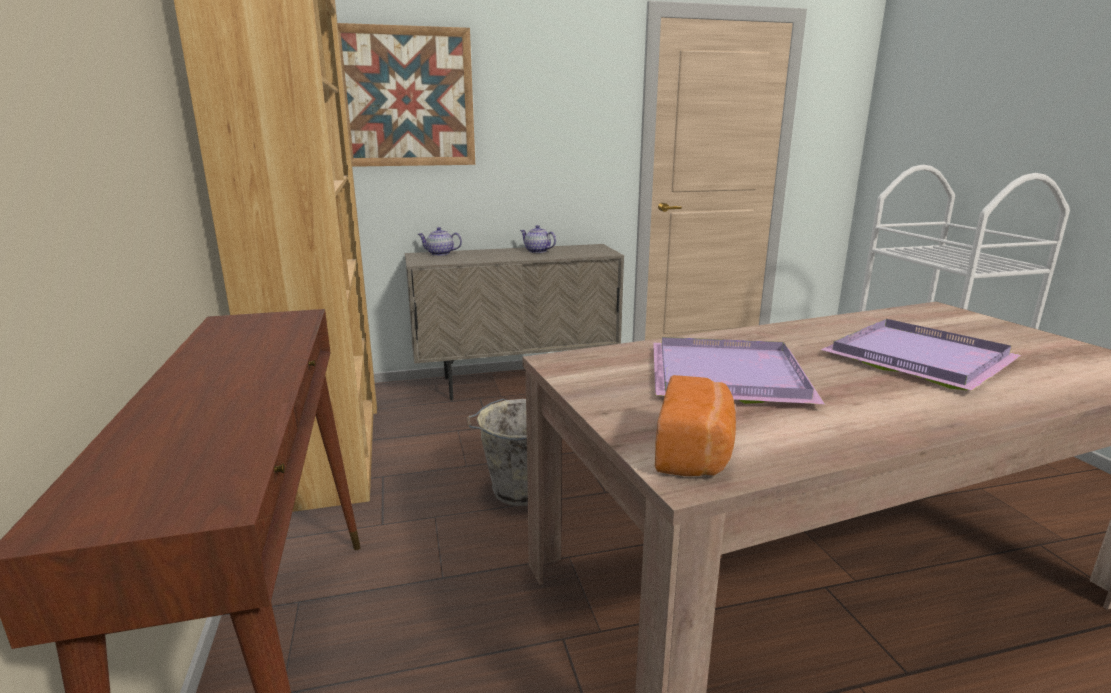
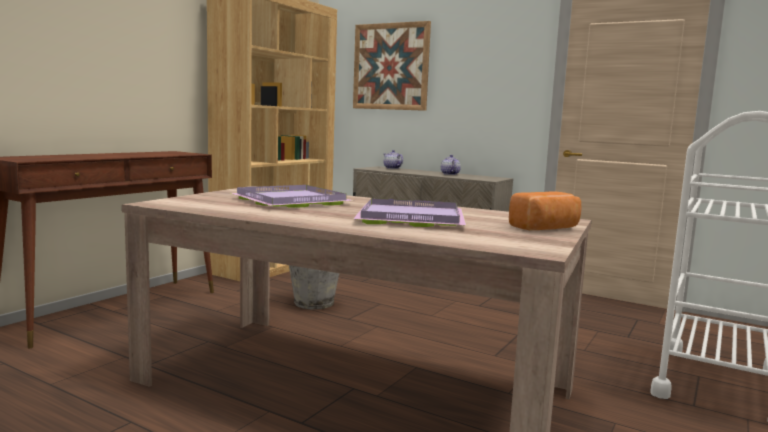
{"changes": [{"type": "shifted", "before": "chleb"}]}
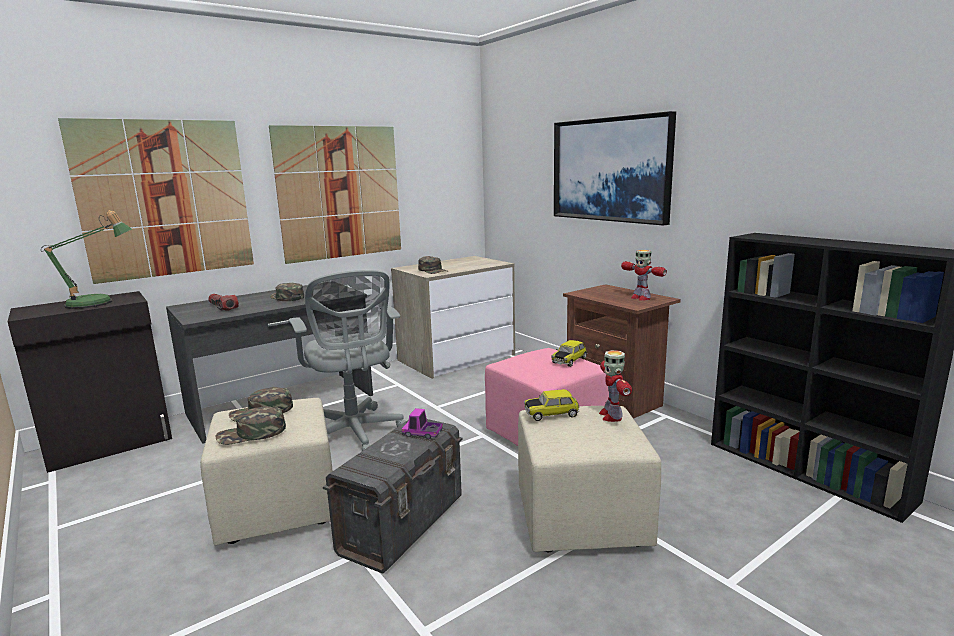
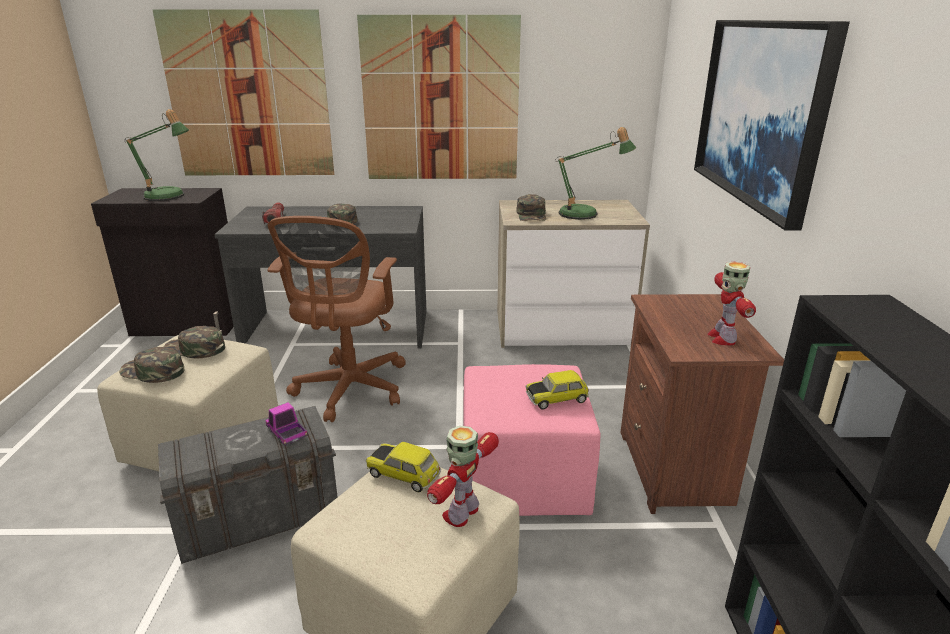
{"changes": [{"type": "repainted", "before": "krzesło biurowe/szary", "after": "krzesło biurowe/brązowy"}, {"type": "new", "after": "lampa stołowa (no. 2 from left)"}]}
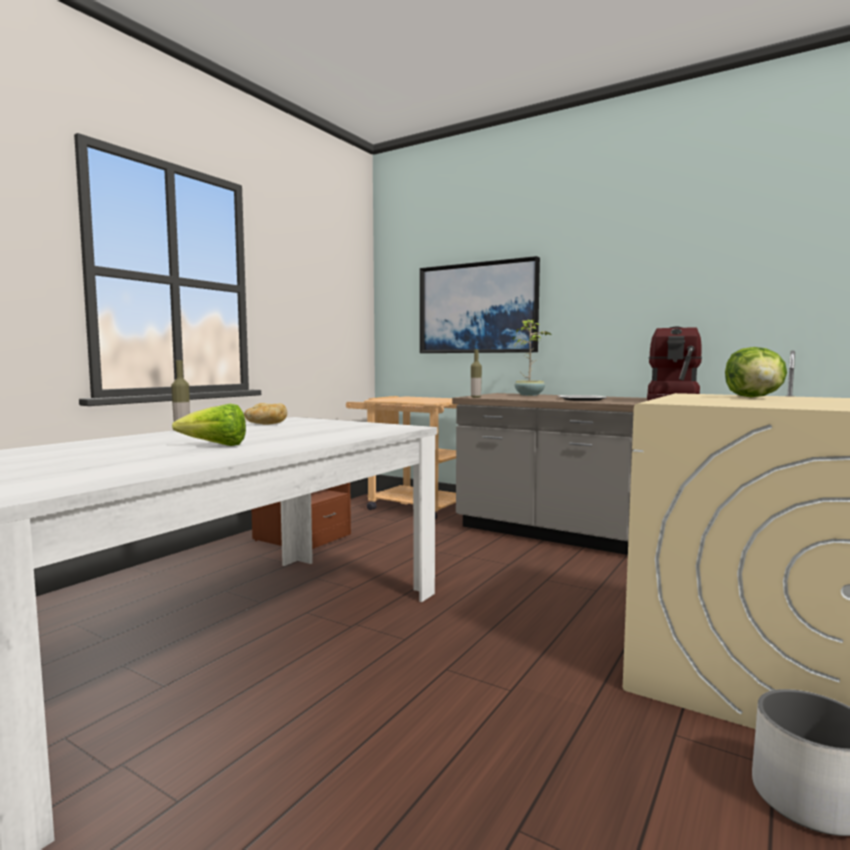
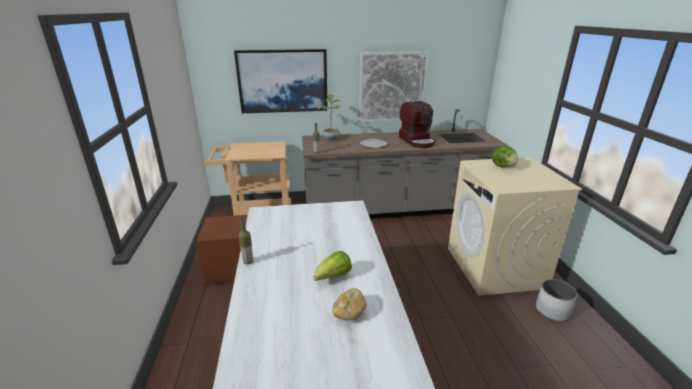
{"changes": [{"type": "shifted", "before": "chleb"}, {"type": "new", "after": "obraz (no. 2 from left)"}]}
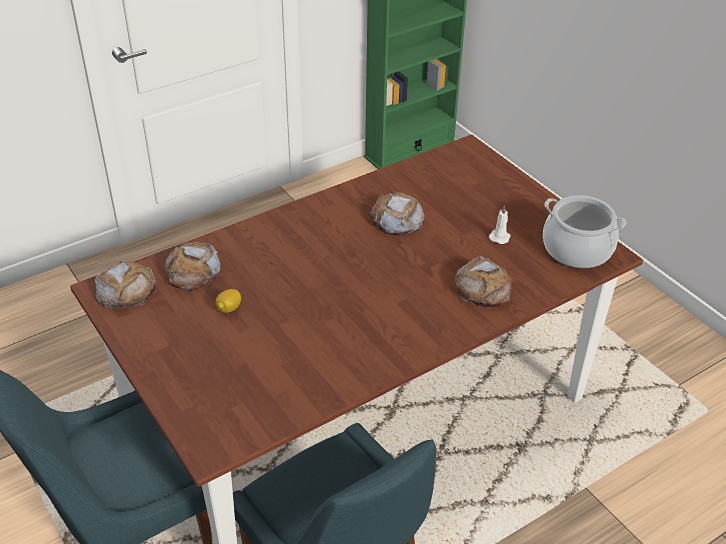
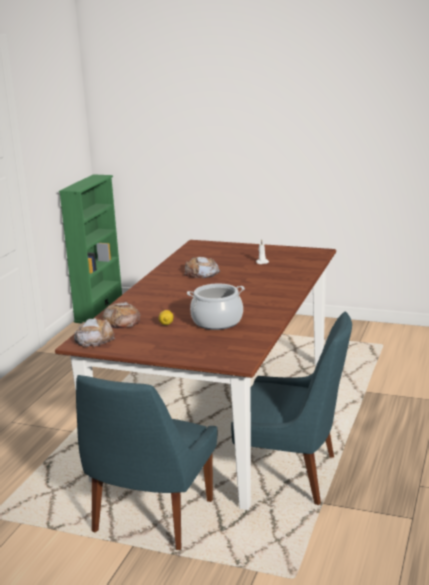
{"changes": [{"type": "gone", "before": "chleb (no. 4 from left)"}, {"type": "shifted", "before": "garnek"}]}
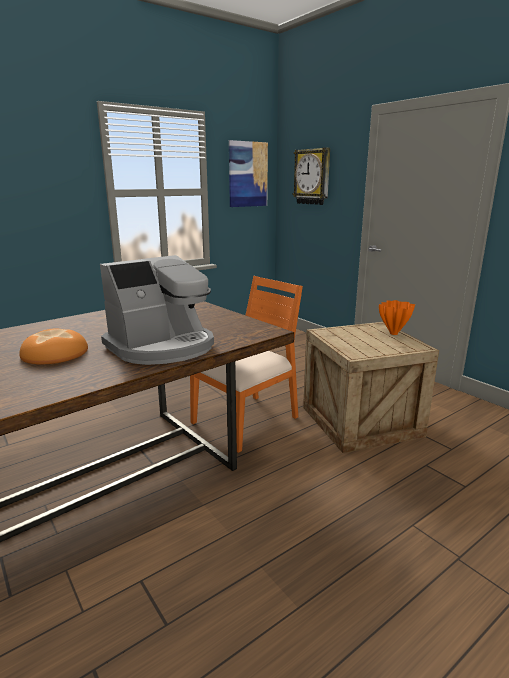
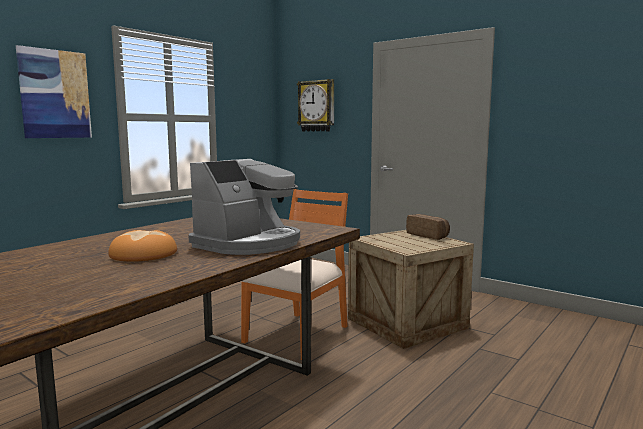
{"changes": [{"type": "shifted", "before": "obraz"}, {"type": "swapped", "before": "wazon/pomarańczowy", "after": "chleb (no. 2 from left)"}]}
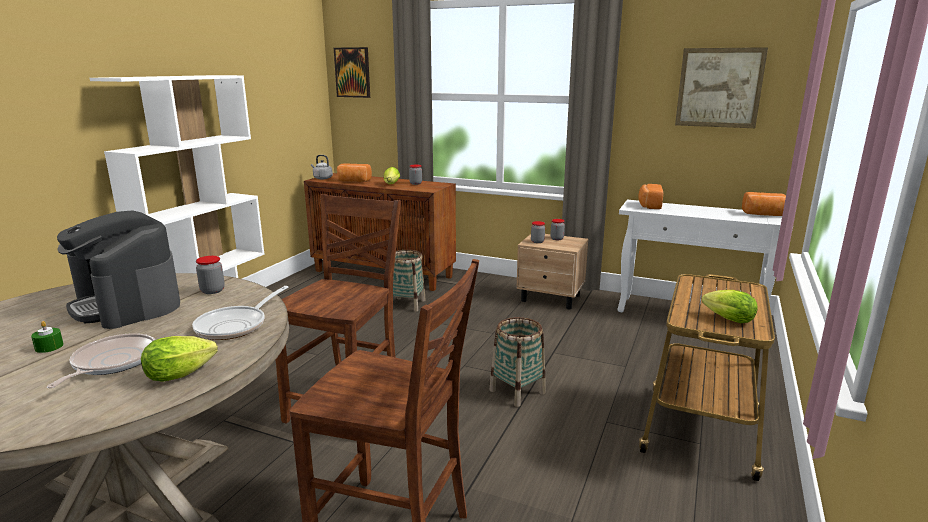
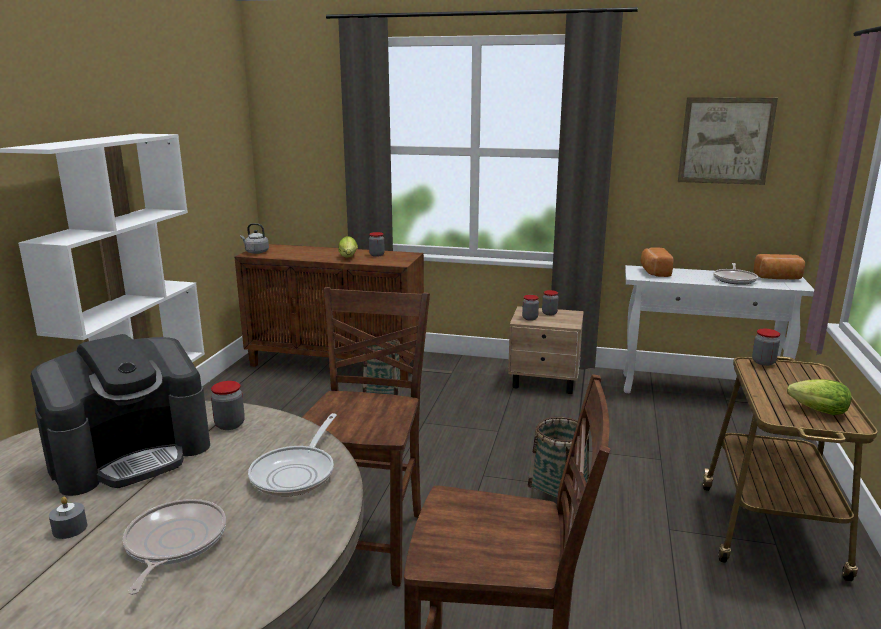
{"changes": [{"type": "repainted", "before": "świeca/zielony", "after": "świeca/szary"}, {"type": "rotated", "before": "ekspres do kawy", "turn": -75}, {"type": "gone", "before": "sałata (no. 1 from left)"}, {"type": "gone", "before": "obraz (no. 1 from left)"}, {"type": "gone", "before": "chleb (no. 1 from left)"}, {"type": "new", "after": "patelnia (no. 3 from left)"}, {"type": "new", "after": "słoik (no. 5 from left)"}]}
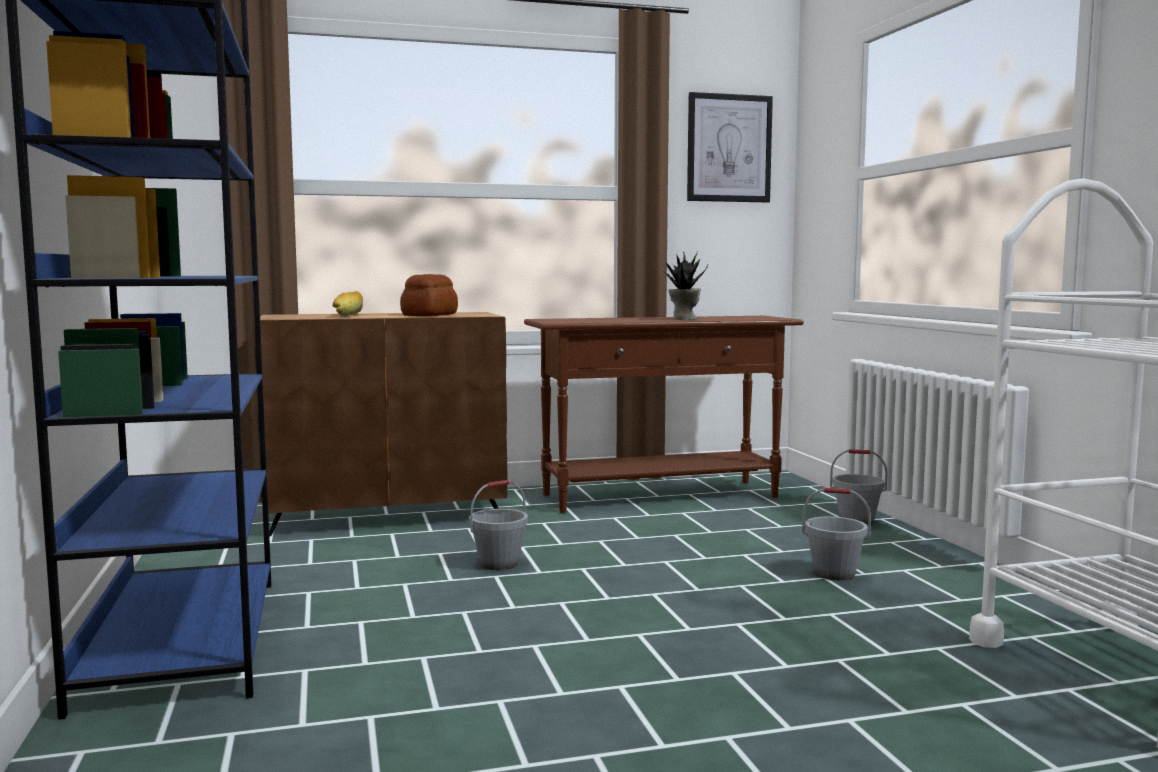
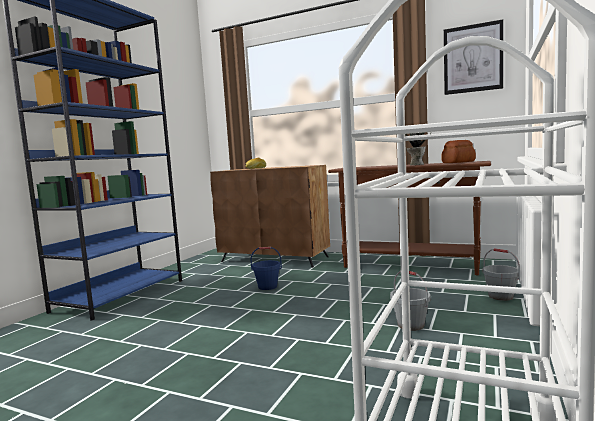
{"changes": [{"type": "shifted", "before": "chleb (no. 2 from left)"}, {"type": "repainted", "before": "wiadro/szary (no. 1 from left)", "after": "wiadro/niebieski"}]}
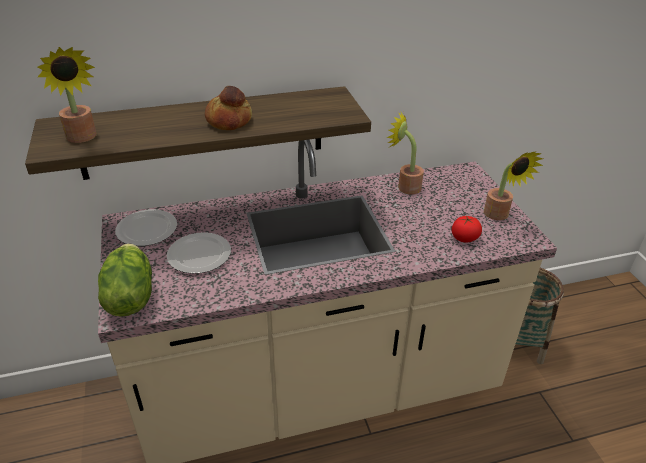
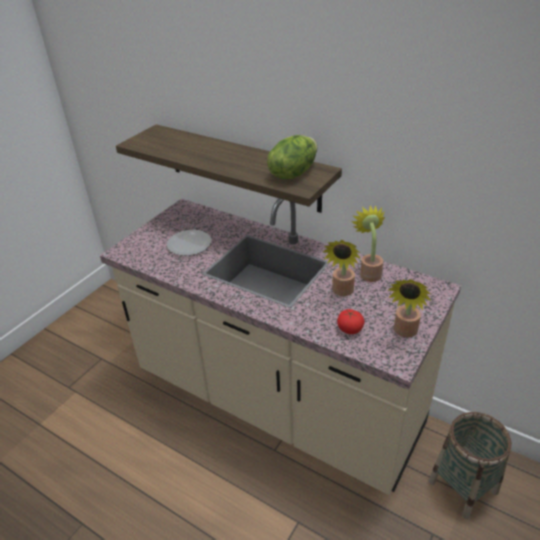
{"changes": [{"type": "shifted", "before": "roślina doniczkowa (no. 1 from left)"}, {"type": "shifted", "before": "sałata"}, {"type": "gone", "before": "talerz (no. 1 from left)"}, {"type": "gone", "before": "chleb"}]}
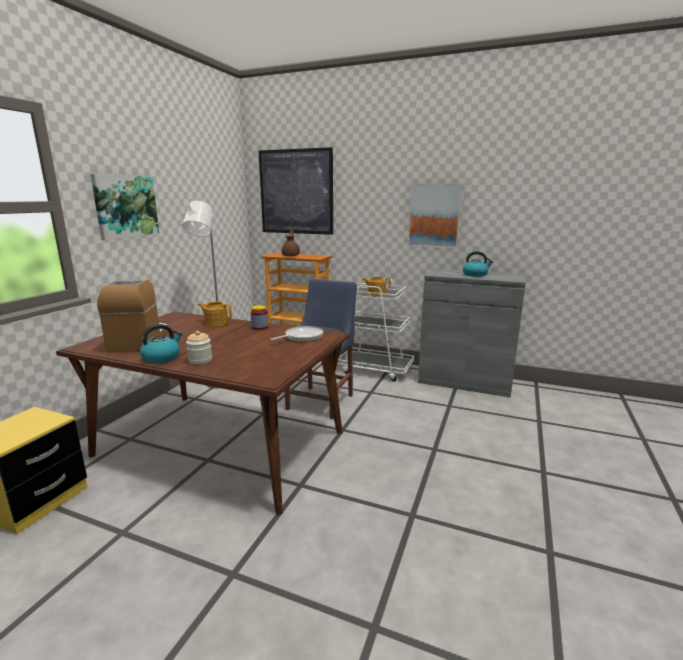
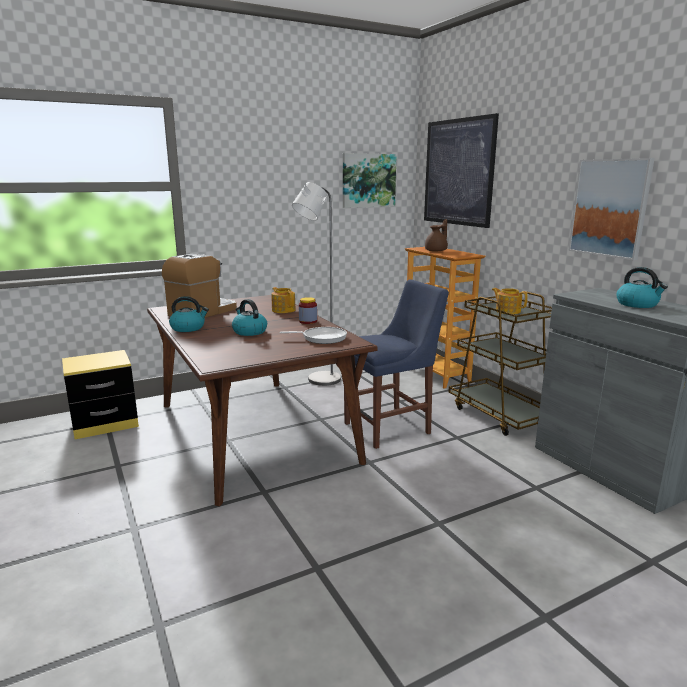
{"changes": [{"type": "shifted", "before": "obraz (no. 1 from left)"}, {"type": "gone", "before": "słoik (no. 1 from left)"}, {"type": "repainted", "before": "wózek/biały", "after": "wózek/brązowy"}, {"type": "new", "after": "czajnik (no. 2 from left)"}]}
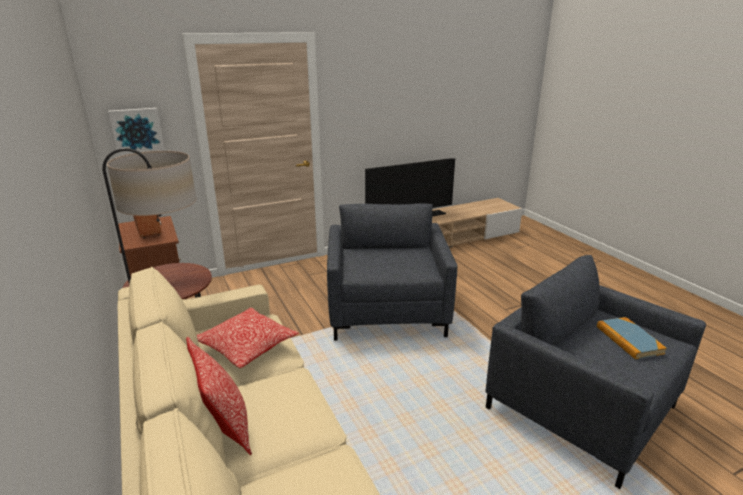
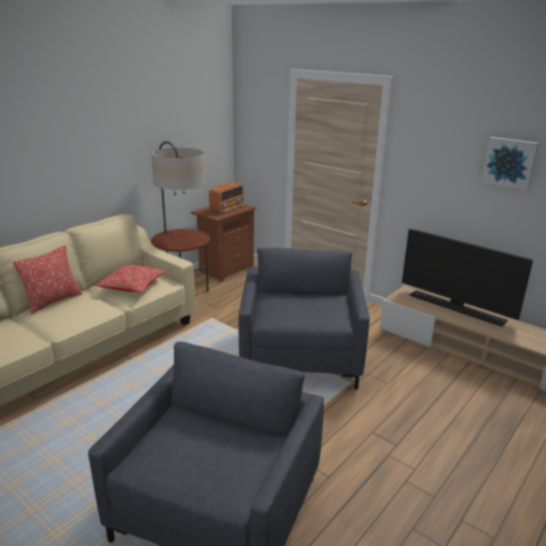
{"changes": [{"type": "shifted", "before": "obraz"}, {"type": "rotated", "before": "fotel/szary (no. 1 from left in the first image)", "turn": -60}, {"type": "gone", "before": "książka"}]}
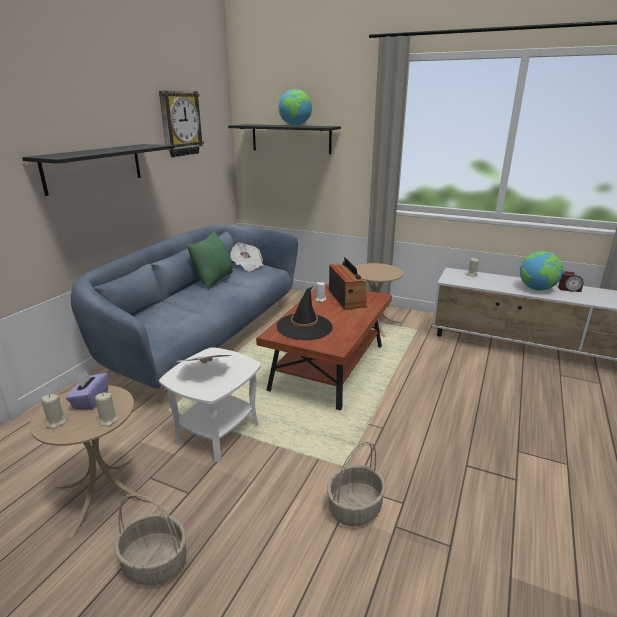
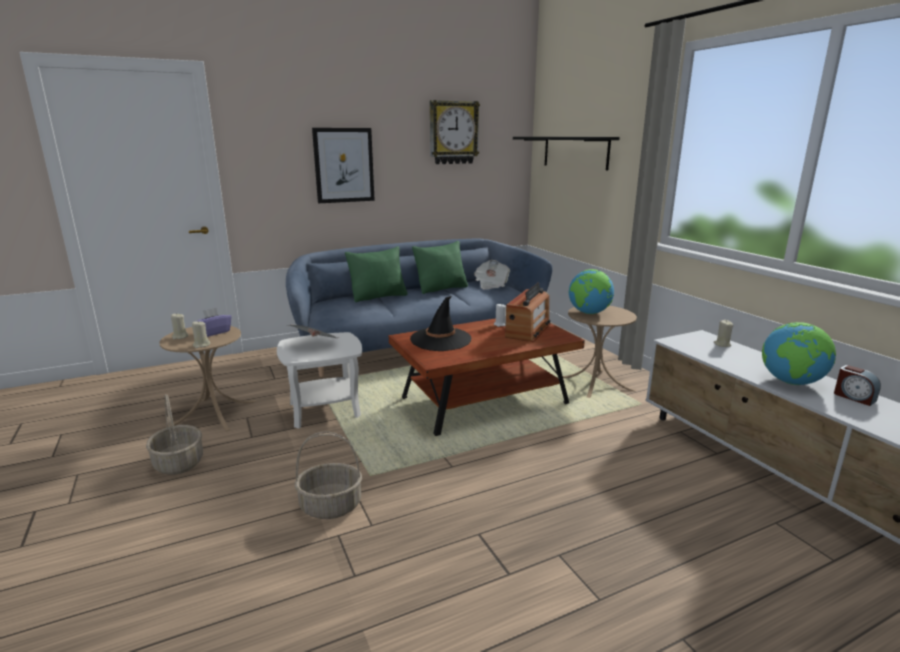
{"changes": [{"type": "swapped", "before": "półka/czarny (no. 1 from left)", "after": "obraz"}, {"type": "shifted", "before": "globus (no. 1 from left)"}, {"type": "new", "after": "poduszka/zielony (no. 1 from left)"}]}
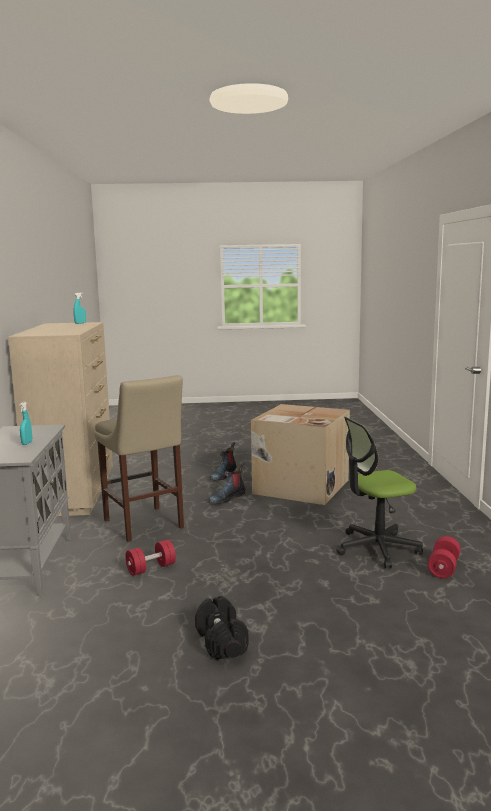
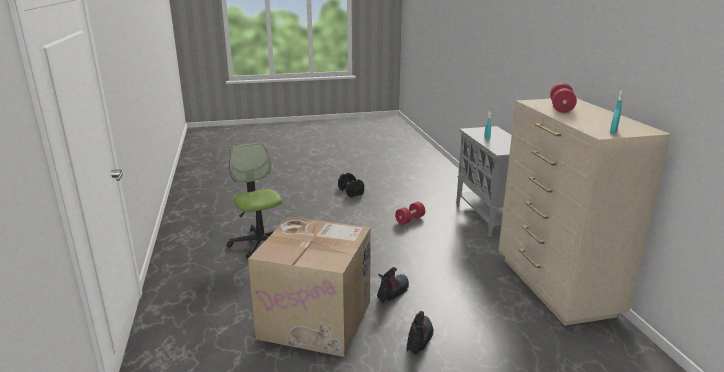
{"changes": [{"type": "gone", "before": "stołek/beżowy"}, {"type": "rotated", "before": "krzesło biurowe", "turn": -90}, {"type": "shifted", "before": "hantel/czerwony (no. 2 from left)"}]}
